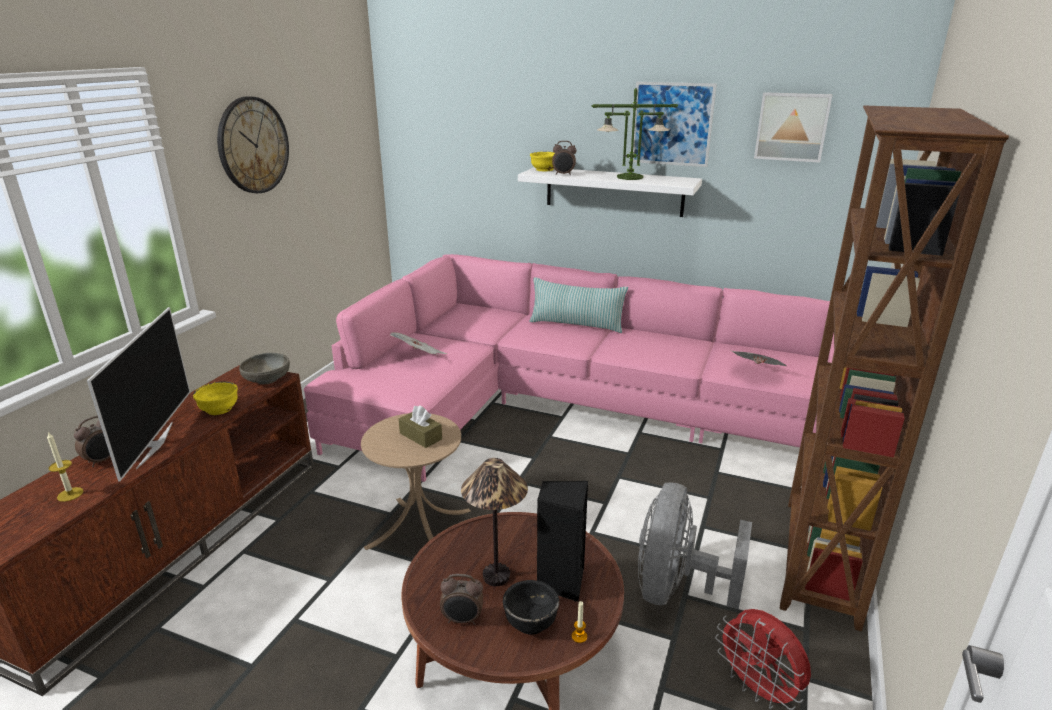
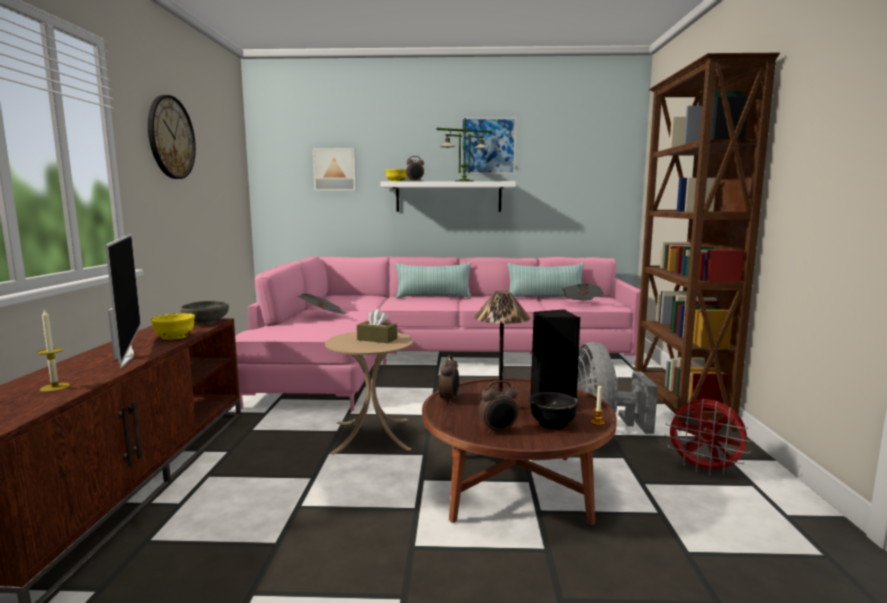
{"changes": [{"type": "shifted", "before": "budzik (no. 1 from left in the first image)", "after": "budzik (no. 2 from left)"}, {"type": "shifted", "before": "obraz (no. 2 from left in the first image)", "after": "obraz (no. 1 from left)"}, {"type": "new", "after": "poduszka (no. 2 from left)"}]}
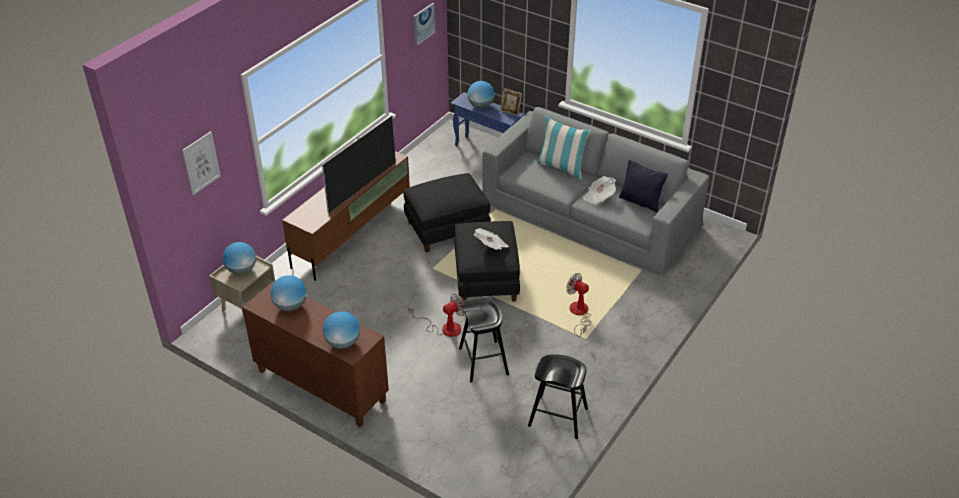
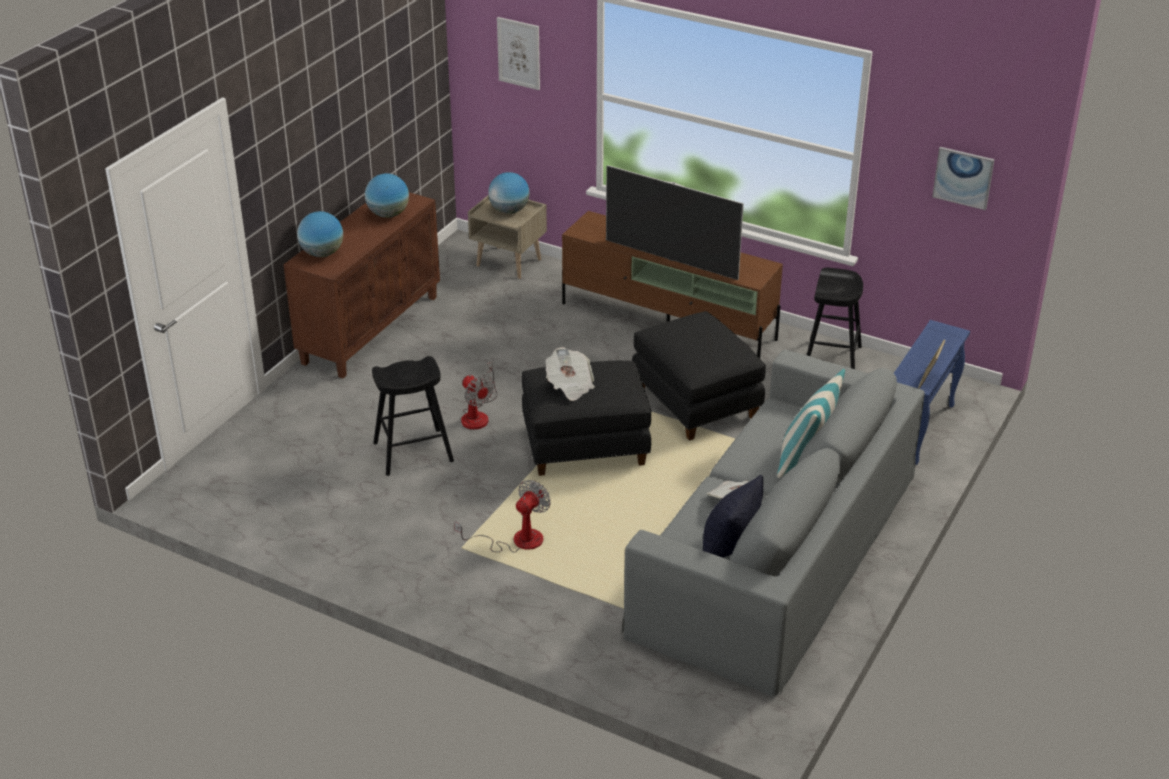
{"changes": [{"type": "gone", "before": "globus (no. 4 from left)"}, {"type": "shifted", "before": "stołek/czarny (no. 2 from left)"}]}
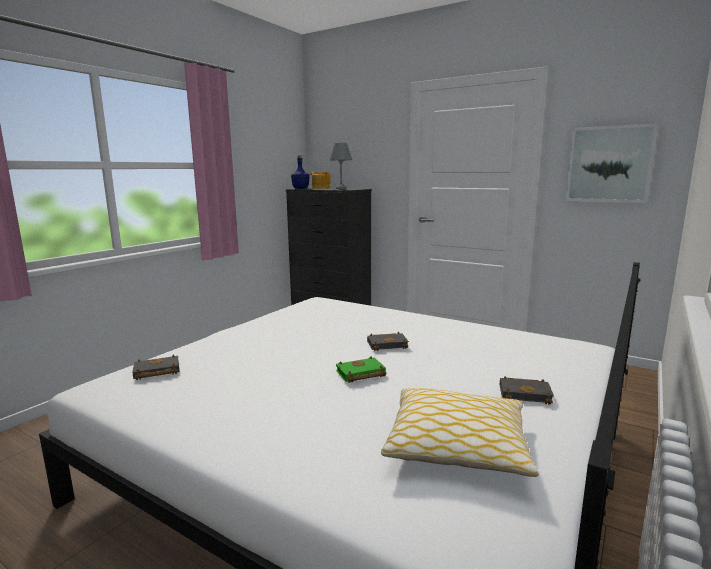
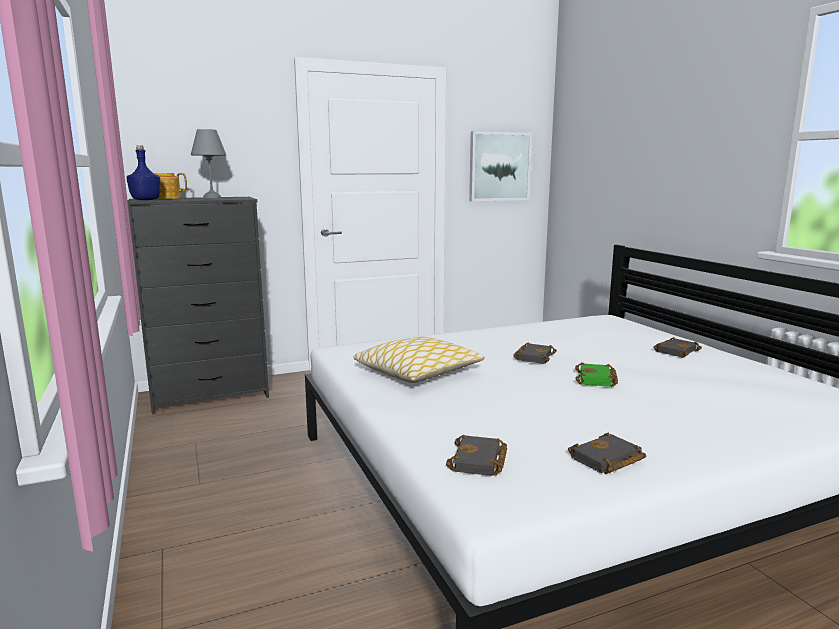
{"changes": [{"type": "shifted", "before": "poduszka"}, {"type": "new", "after": "książka/czarny (no. 3 from left)"}]}
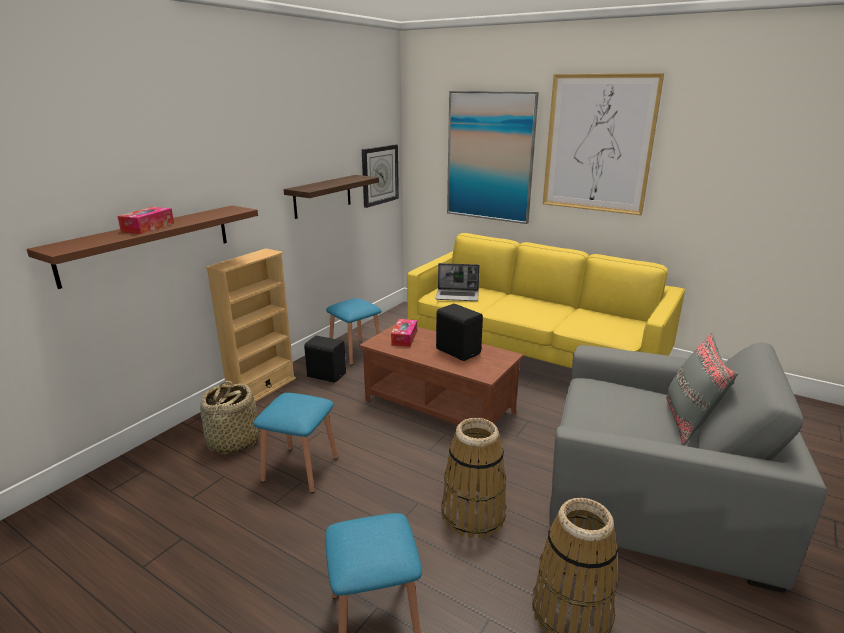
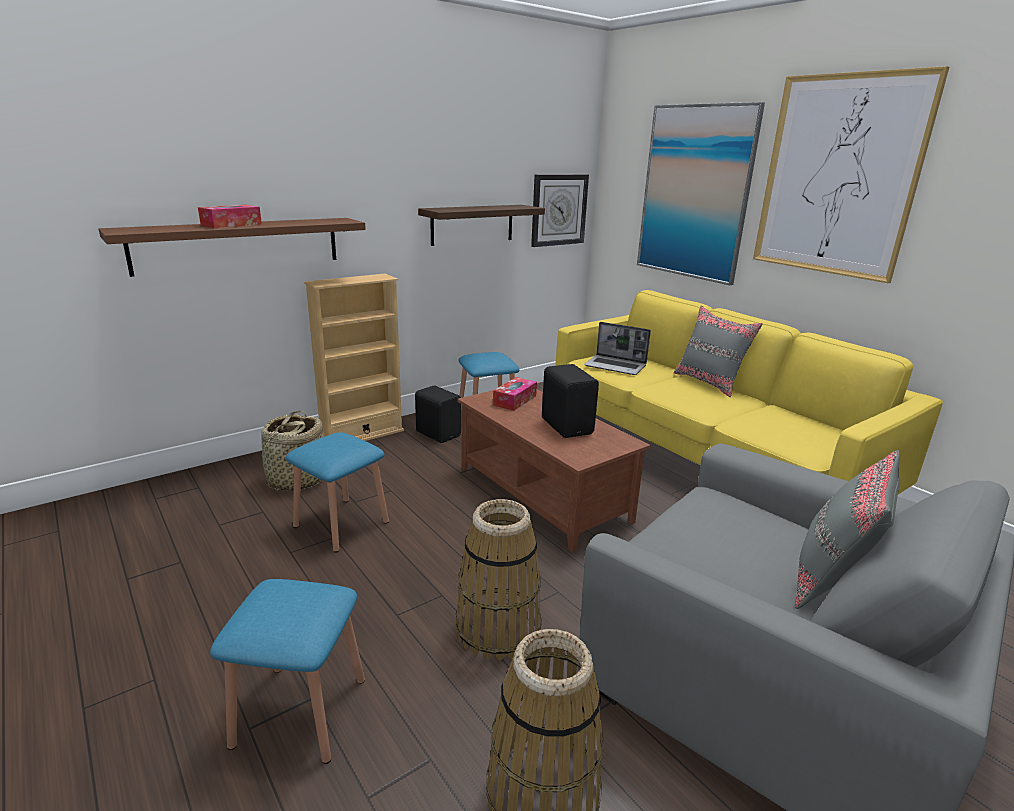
{"changes": [{"type": "new", "after": "poduszka/szary (no. 1 from left)"}]}
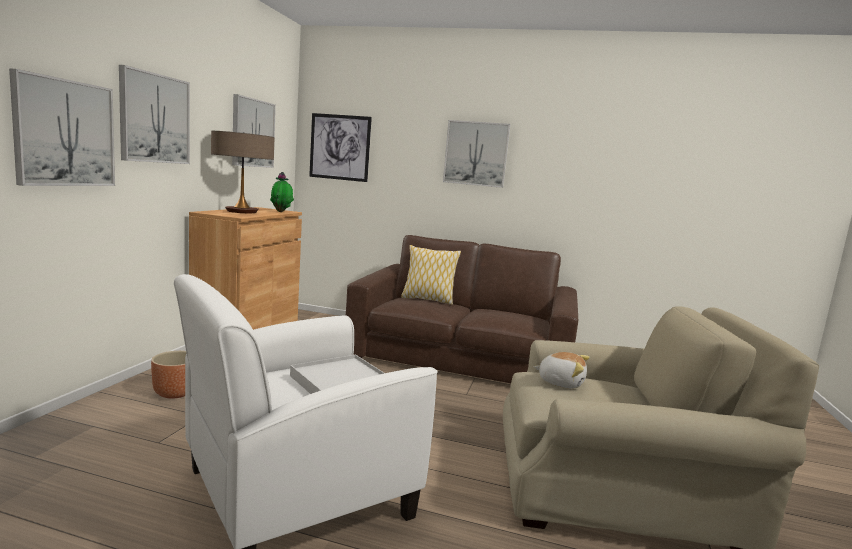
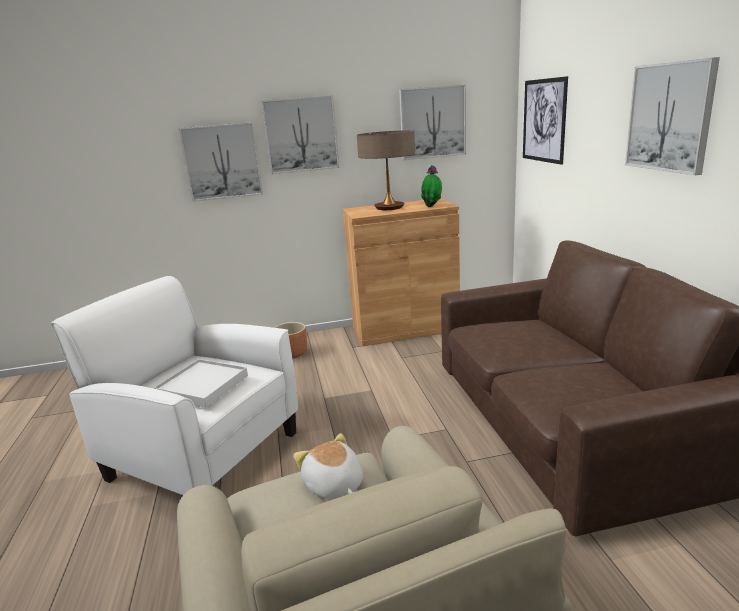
{"changes": [{"type": "gone", "before": "poduszka"}, {"type": "rotated", "before": "pluszak", "turn": 150}]}
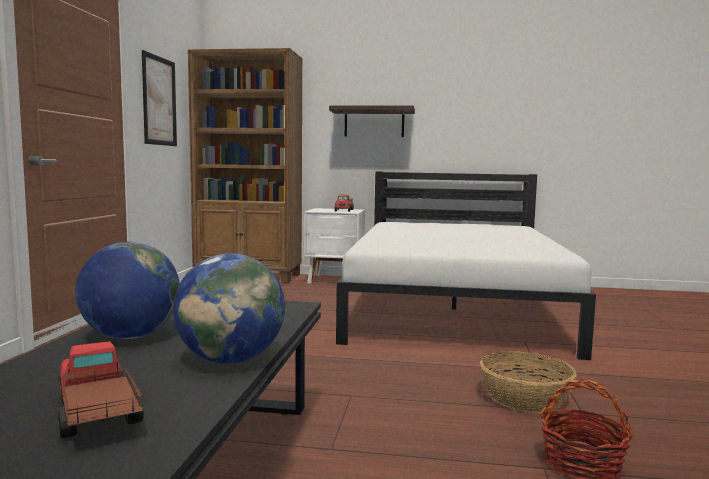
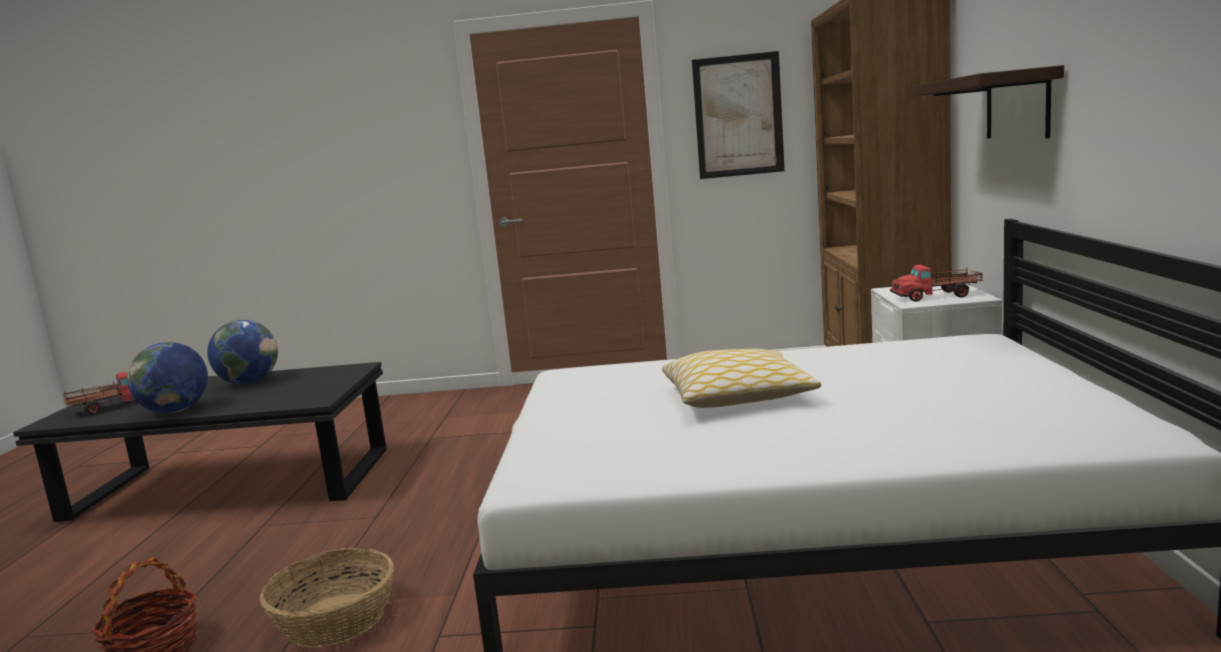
{"changes": [{"type": "new", "after": "poduszka"}]}
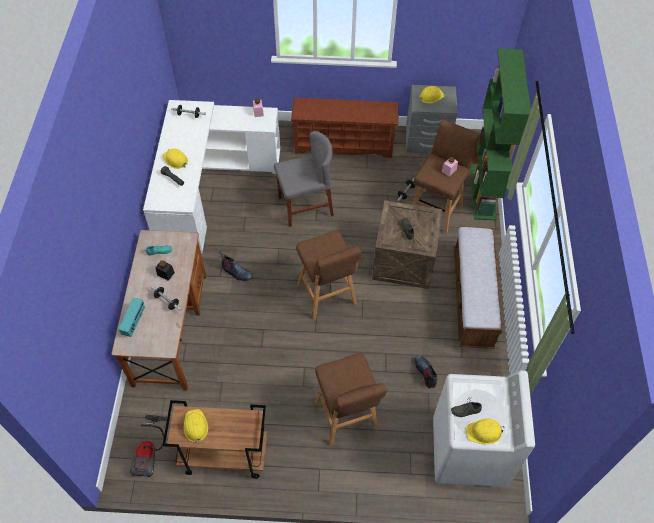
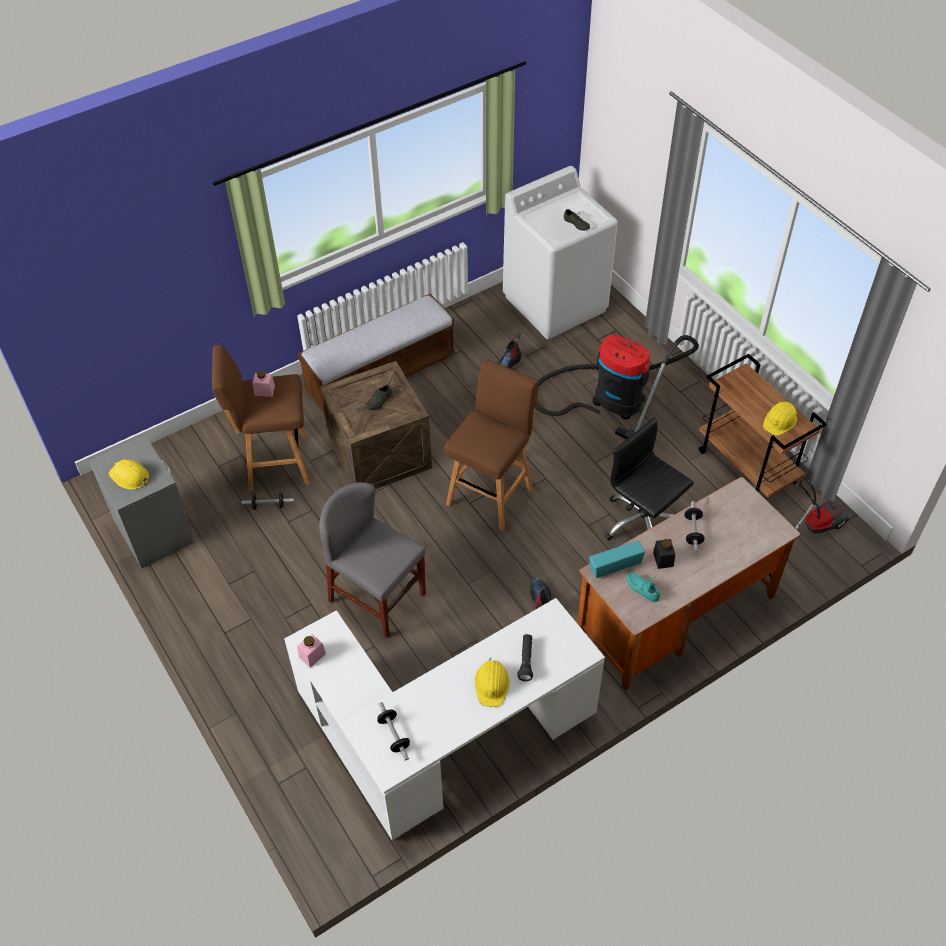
{"changes": [{"type": "shifted", "before": "radio"}, {"type": "gone", "before": "regał na buty/brązowy"}, {"type": "swapped", "before": "stołek/brązowy (no. 2 from left)", "after": "odkurzacz (no. 1 from left)"}, {"type": "gone", "before": "kask/żółty (no. 4 from left)"}, {"type": "gone", "before": "regał/zielony"}, {"type": "new", "after": "krzesło biurowe/czarny"}]}
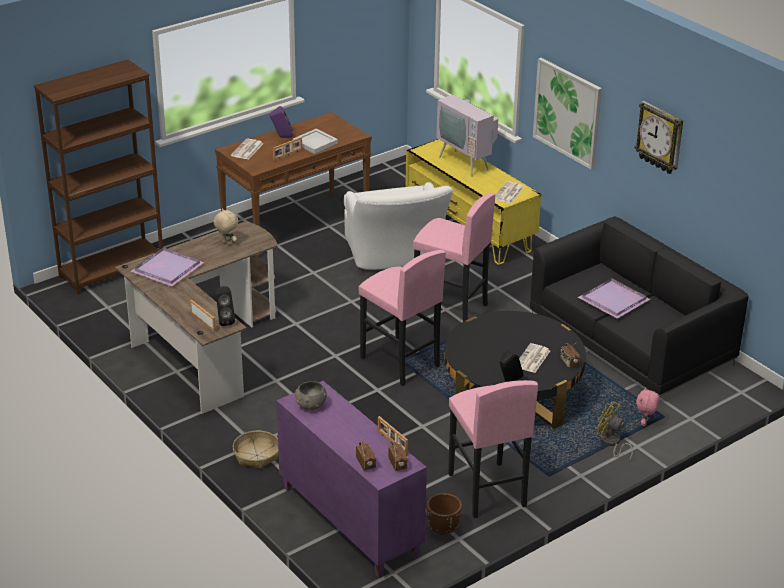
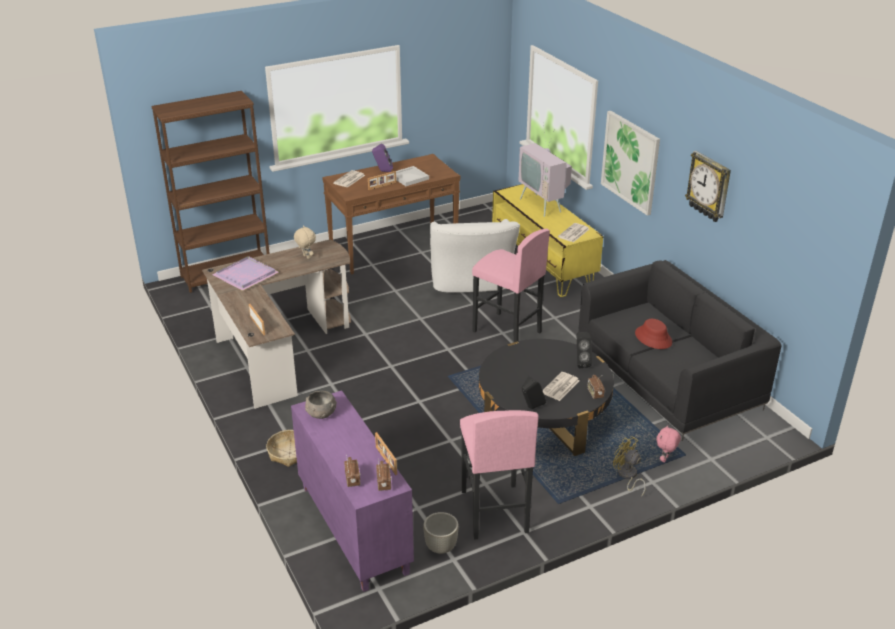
{"changes": [{"type": "shifted", "before": "głośnik/czarny (no. 1 from left in the first image)", "after": "głośnik/czarny (no. 2 from left)"}, {"type": "gone", "before": "stołek/różowy (no. 1 from left)"}, {"type": "repainted", "before": "donica/brązowy", "after": "donica/szary"}, {"type": "swapped", "before": "taca/fioletowy (no. 2 from left)", "after": "kapelusz/czerwony"}]}
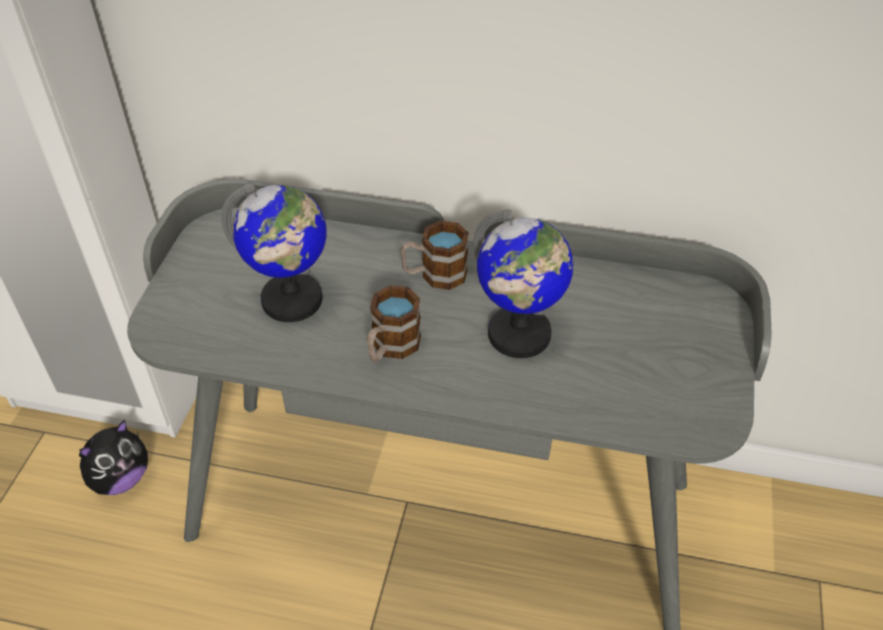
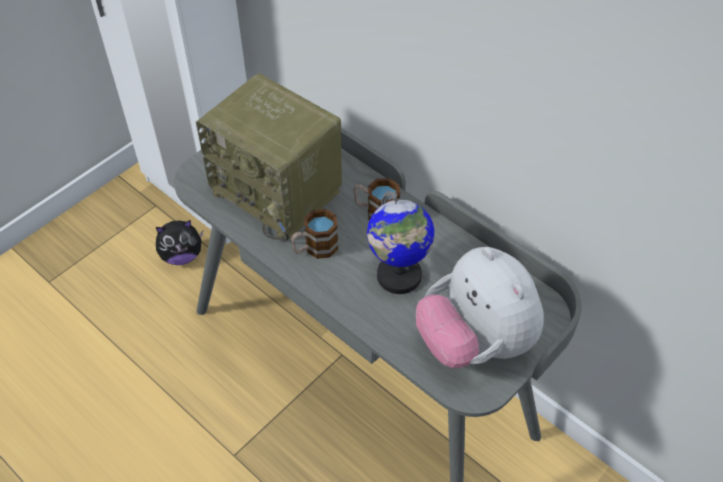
{"changes": [{"type": "swapped", "before": "globus (no. 1 from left)", "after": "radio"}, {"type": "new", "after": "pluszak (no. 2 from left)"}]}
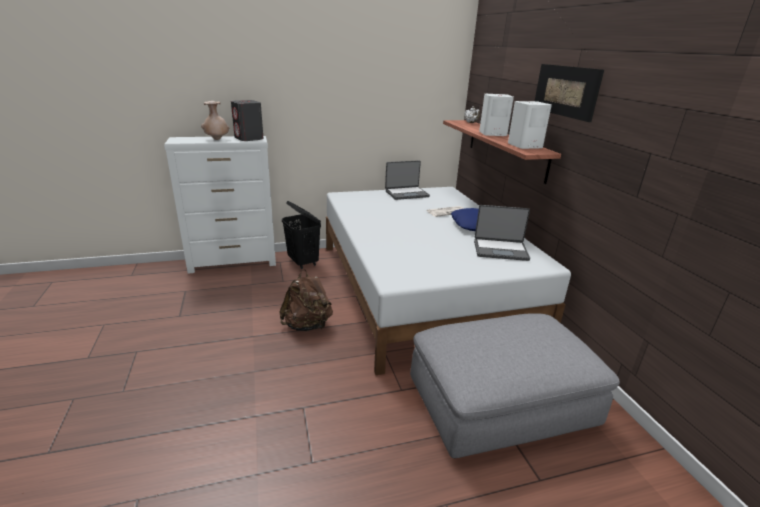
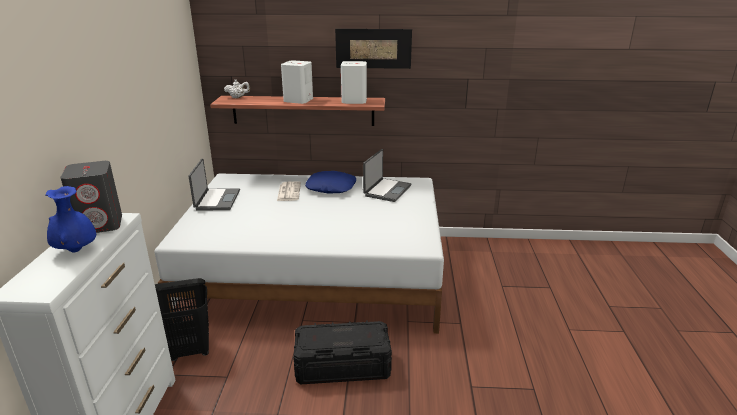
{"changes": [{"type": "repainted", "before": "wazon/beżowy", "after": "wazon/niebieski"}, {"type": "swapped", "before": "plecak/brązowy", "after": "pojemnik do przechowywania/czarny"}, {"type": "gone", "before": "pufa/szary"}]}
